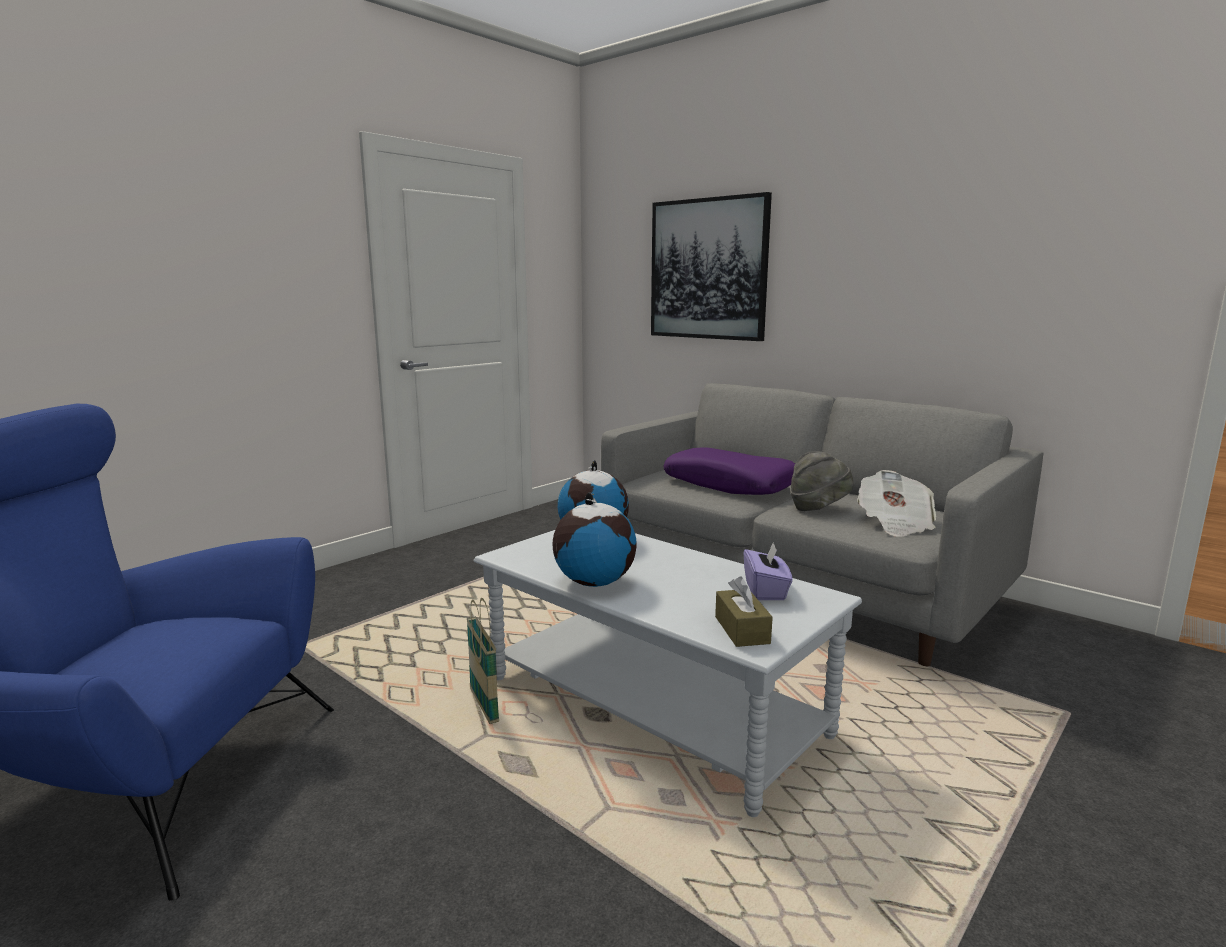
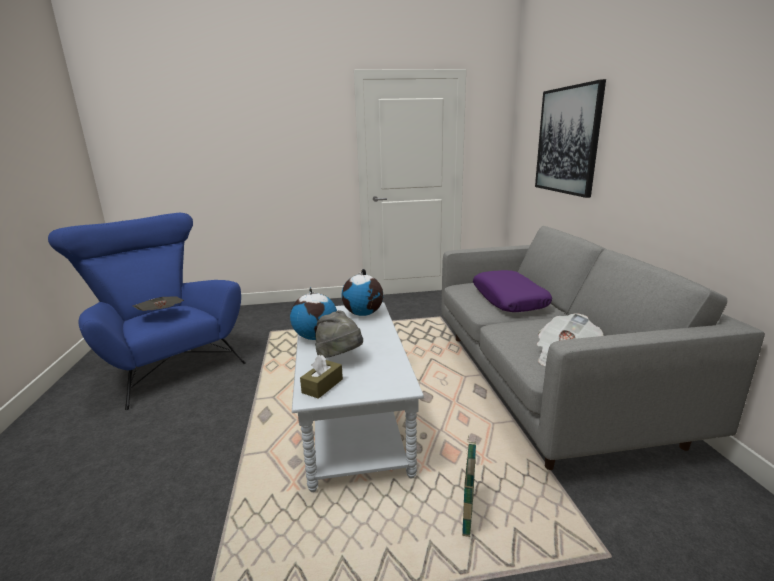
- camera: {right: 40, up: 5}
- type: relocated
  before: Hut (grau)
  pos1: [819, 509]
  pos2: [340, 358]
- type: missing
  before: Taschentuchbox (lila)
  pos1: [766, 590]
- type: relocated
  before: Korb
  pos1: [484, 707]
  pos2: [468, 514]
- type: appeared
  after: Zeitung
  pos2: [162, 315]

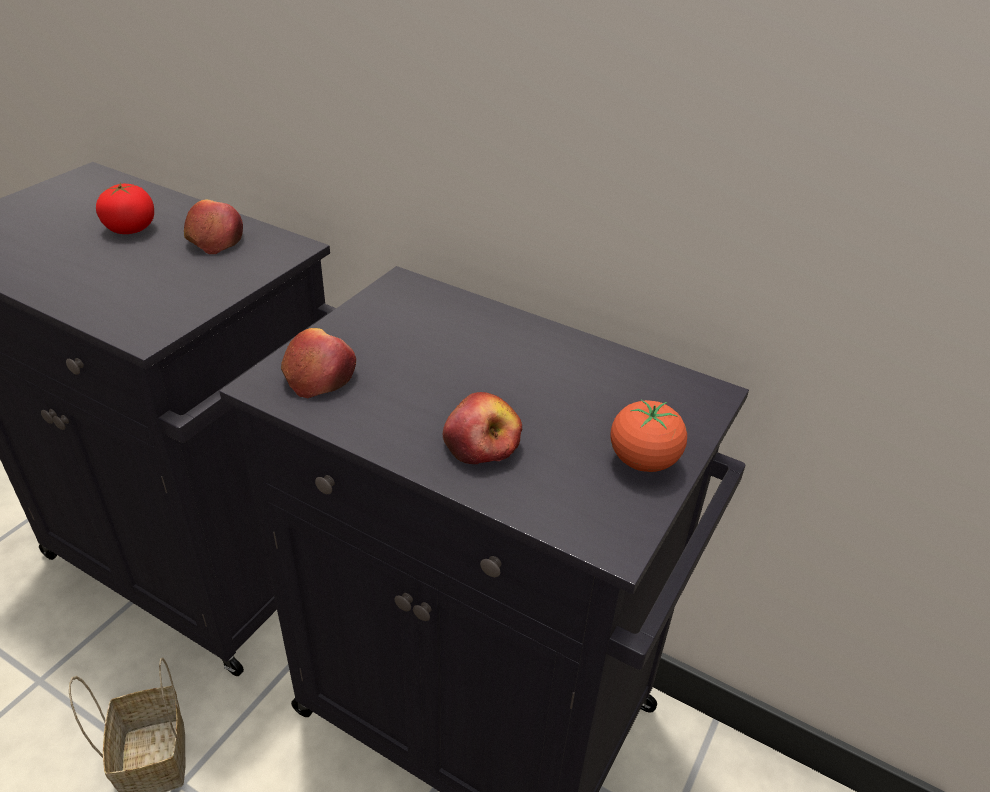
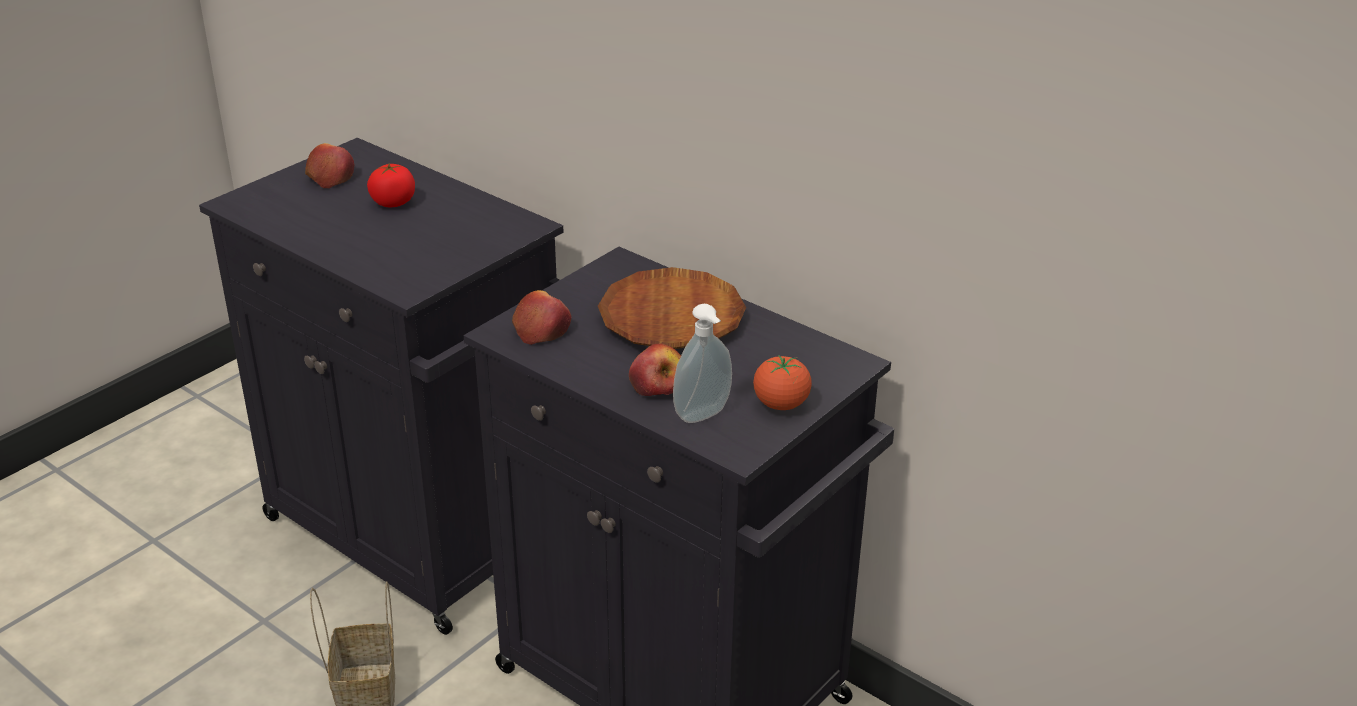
- camera: {right: 10, up: -5}
- type: relocated
  before: Apfel
  pos1: [215, 240]
  pos2: [330, 177]
- type: appeared
  after: Teller (braun)
  pos2: [671, 318]
- type: appeared
  after: Seifenspender
  pos2: [704, 416]

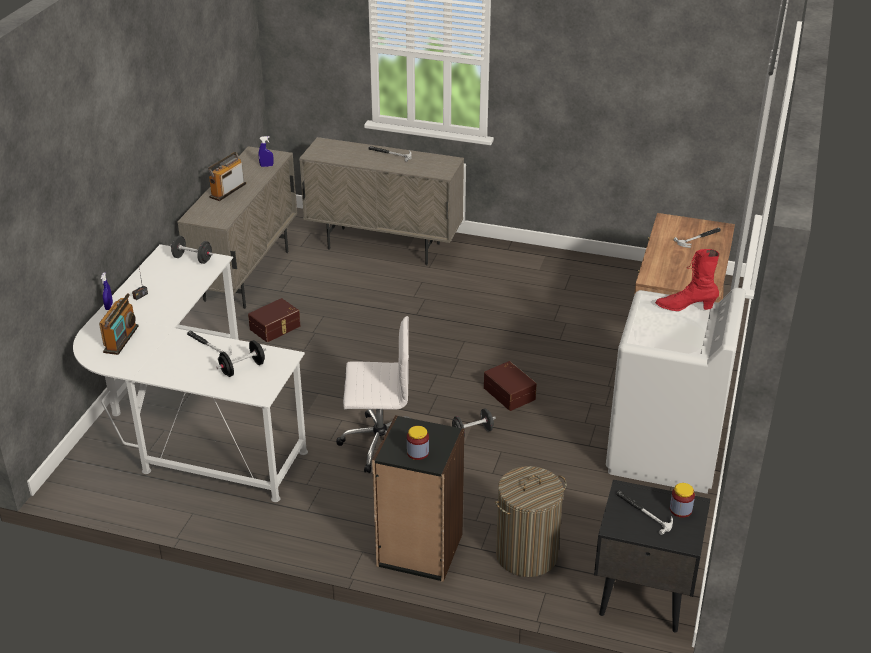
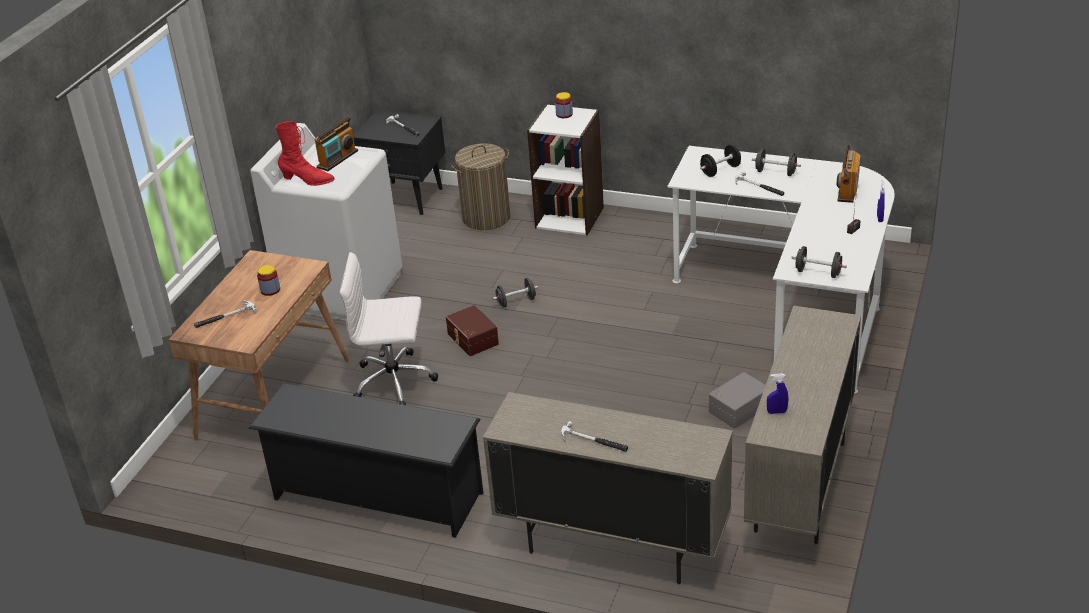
- camera: {right: -175, up: 0}
- type: relocated
  before: Radio
  pos1: [227, 190]
  pos2: [337, 159]
- type: colour
  before: Aufbewahrungsbox (braun)
  after: Aufbewahrungsbox (grau)
  pos1: [276, 328]
  pos2: [738, 408]
- type: relocated
  before: Bürostuhl (weiß)
  pos1: [378, 443]
  pos2: [395, 381]
- type: colour
  before: Bücherregal (schwarz)
  after: Bücherregal (weiß)
  pos1: [419, 550]
  pos2: [570, 217]
- type: relocated
  before: Vorratsglas
  pos1: [680, 510]
  pos2: [270, 290]
- type: appeared
  after: Hantel (schwarz)
  pos2: [775, 172]
- type: appeared
  after: Schuhregal (schwarz)
  pos2: [376, 496]

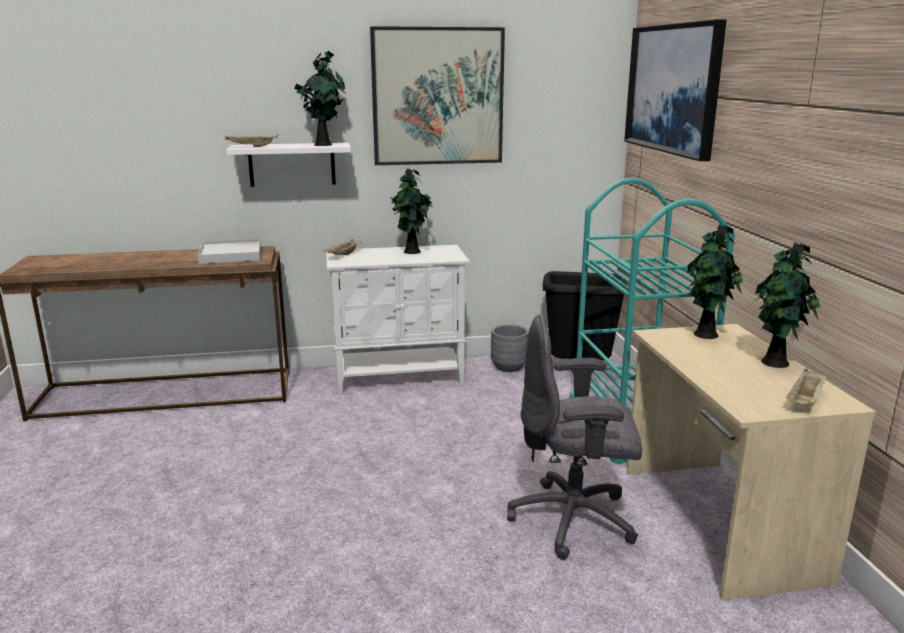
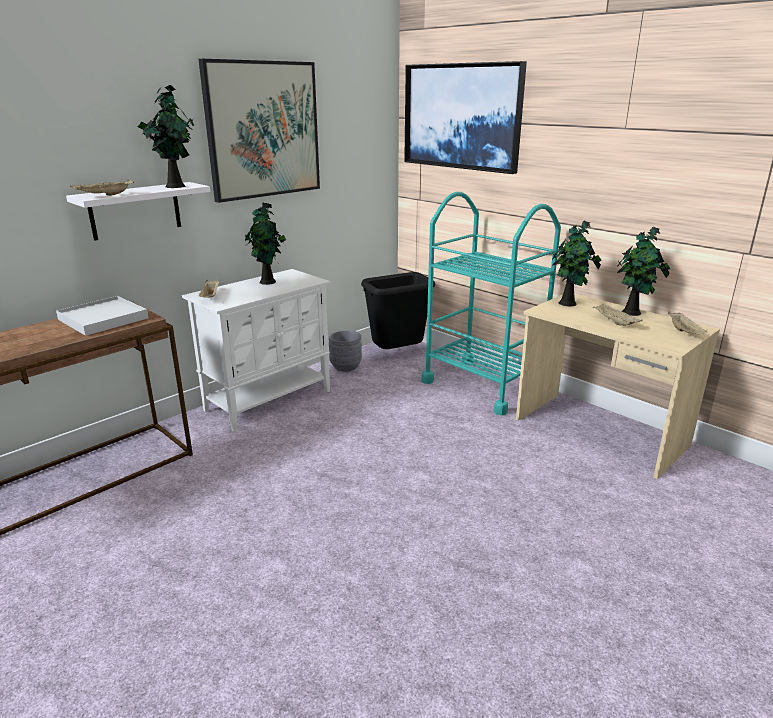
- camera: {right: -35, up: 5}
- type: missing
  before: Bürostuhl (grau)
  pos1: [574, 520]
- type: appeared
  after: Tablett (beige)
  pos2: [614, 322]

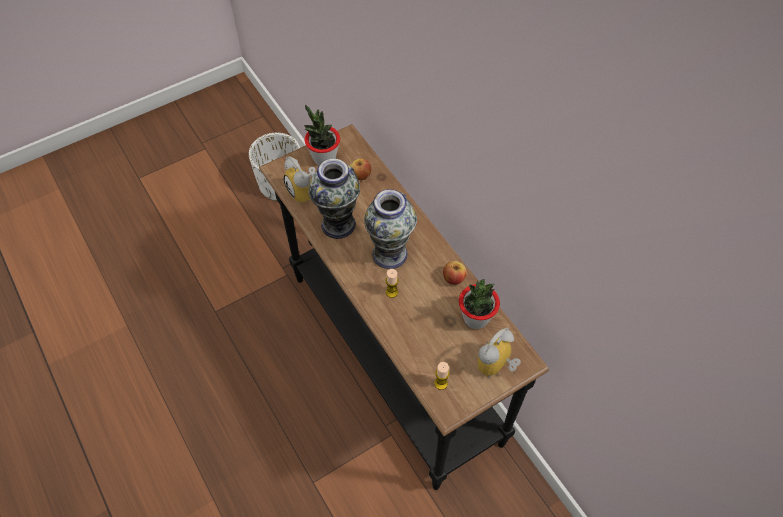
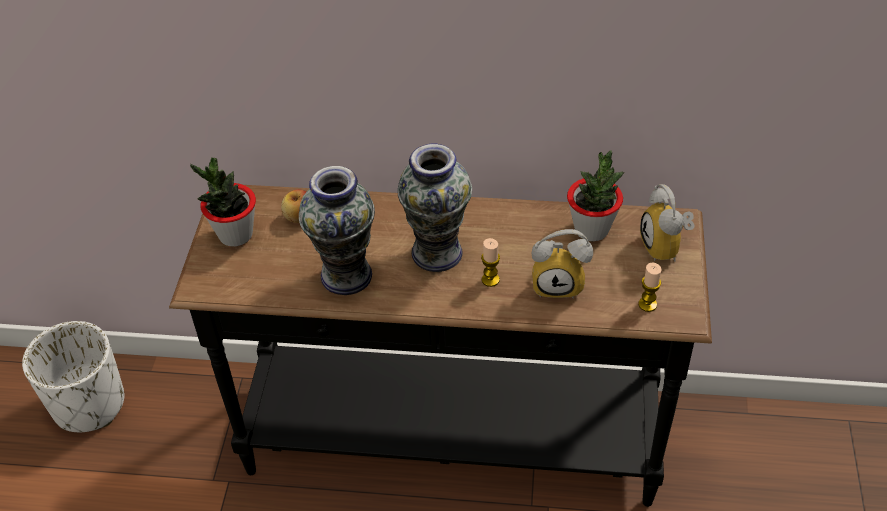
- camera: {right: -50, up: -10}
- type: relocated
  before: Wecker
  pos1: [305, 192]
  pos2: [559, 284]
- type: missing
  before: Apfel
  pos1: [453, 278]

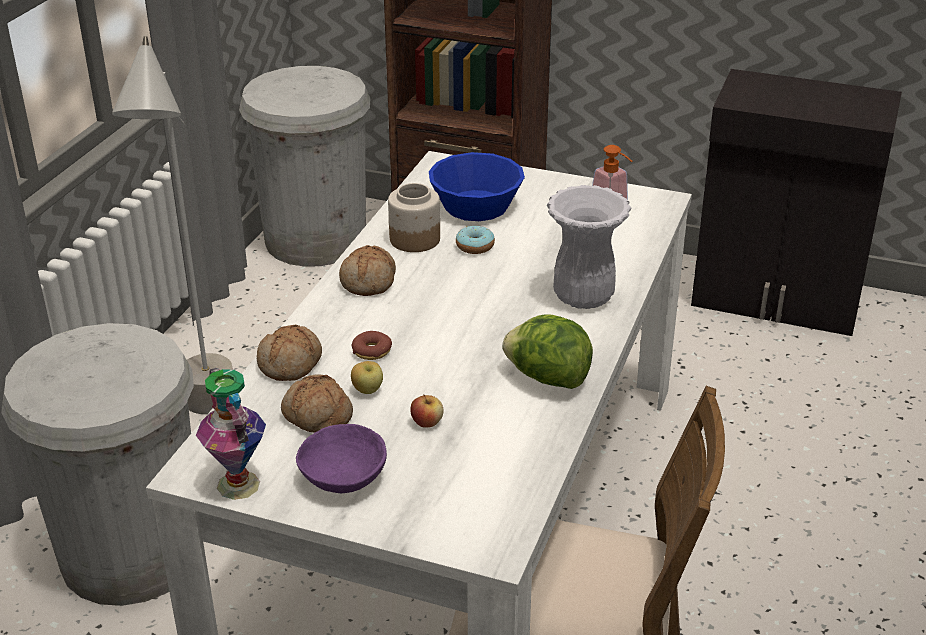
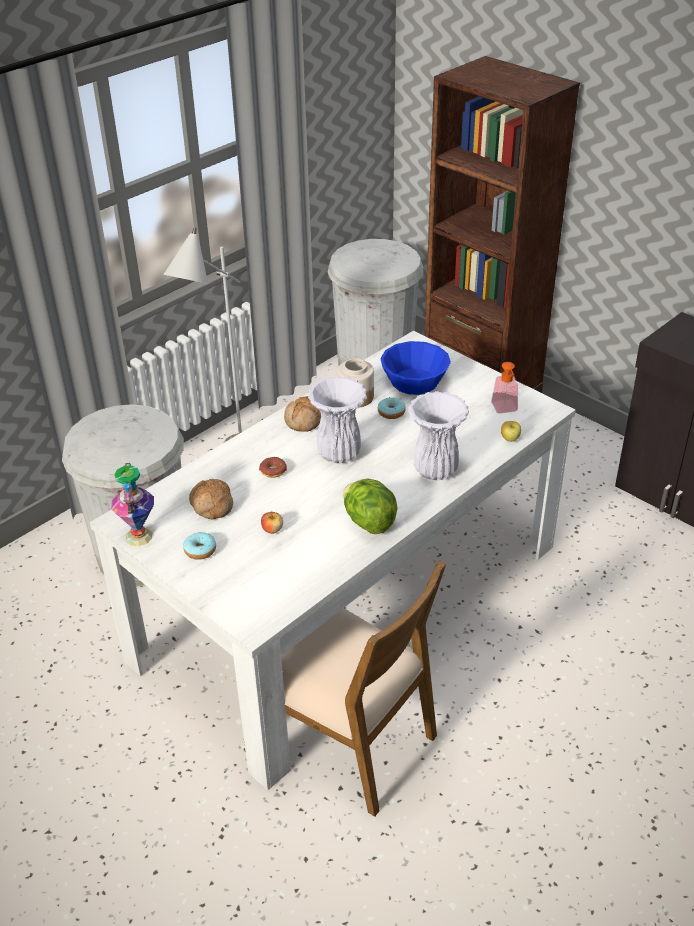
- camera: {right: 25, up: 5}
- type: missing
  before: Brot
  pos1: [291, 364]
- type: relocated
  before: Apfel
  pos1: [368, 390]
  pos2: [510, 439]
- type: exchanged
  before: Schüssel (lila)
  after: Donut
  pos1: [344, 477]
  pos2: [200, 550]
- type: appeared
  after: Vase (weiß)
  pos2: [339, 453]

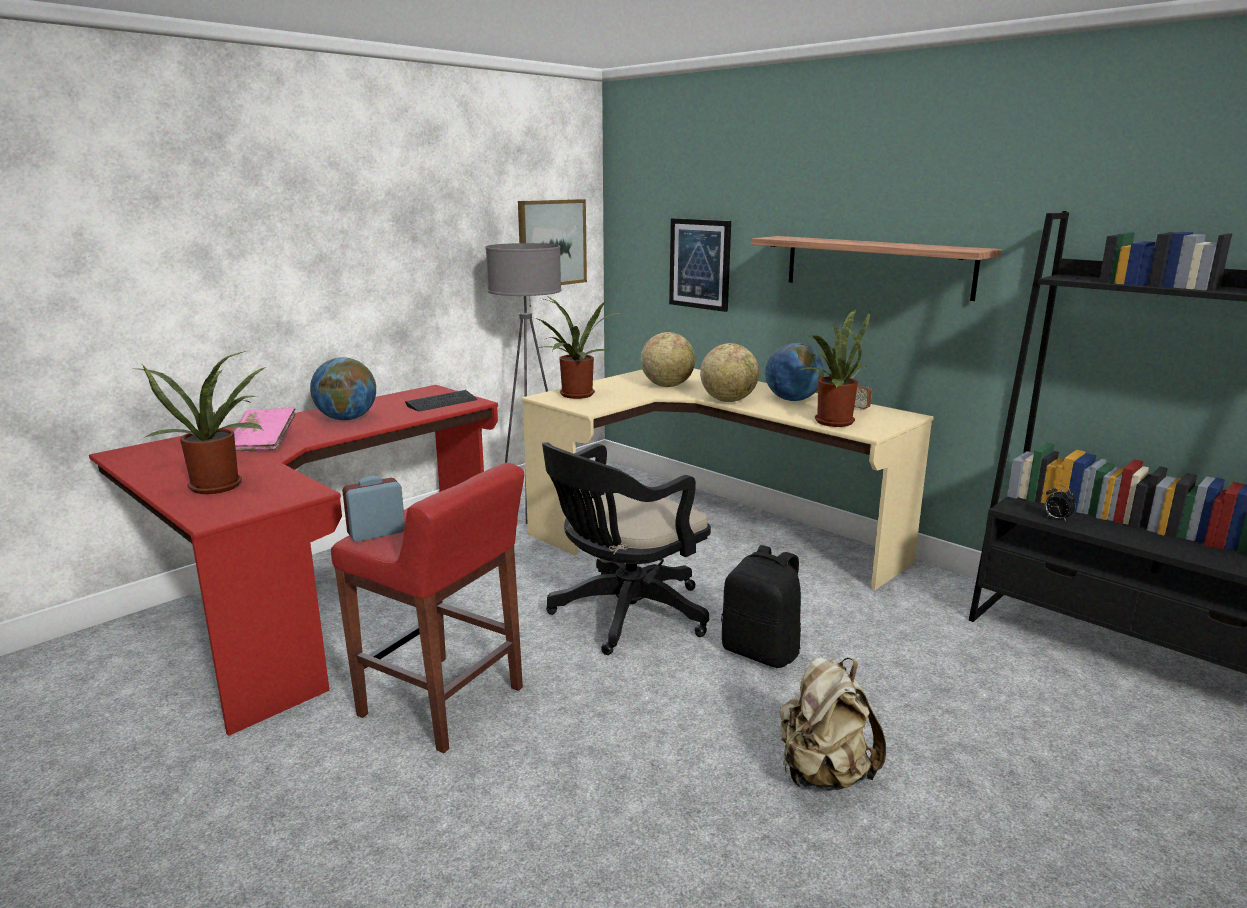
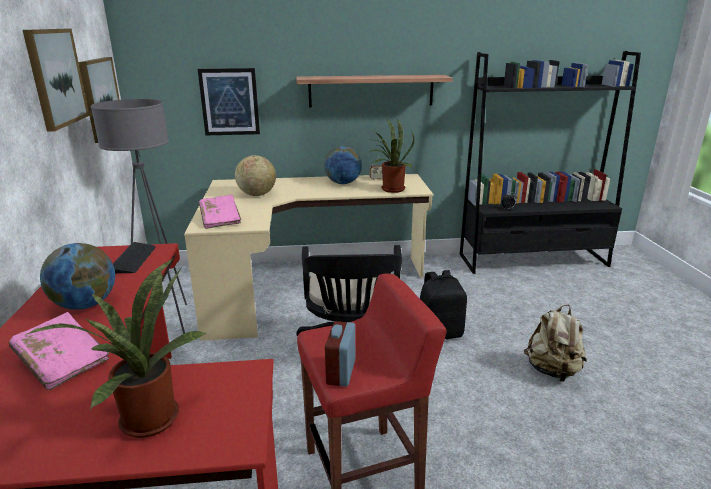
- camera: {right: -50, up: 5}
- type: exchanged
  before: Topfpflanze
  after: Buch (rosa)
  pos1: [576, 396]
  pos2: [220, 219]
- type: missing
  before: Globus
  pos1: [728, 400]
- type: appeared
  after: Bild
  pos2: [56, 77]

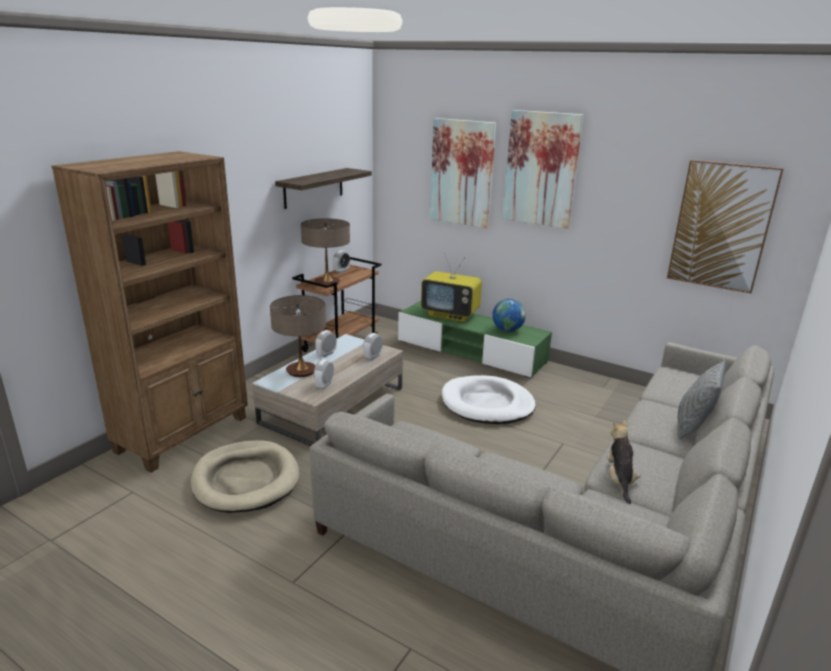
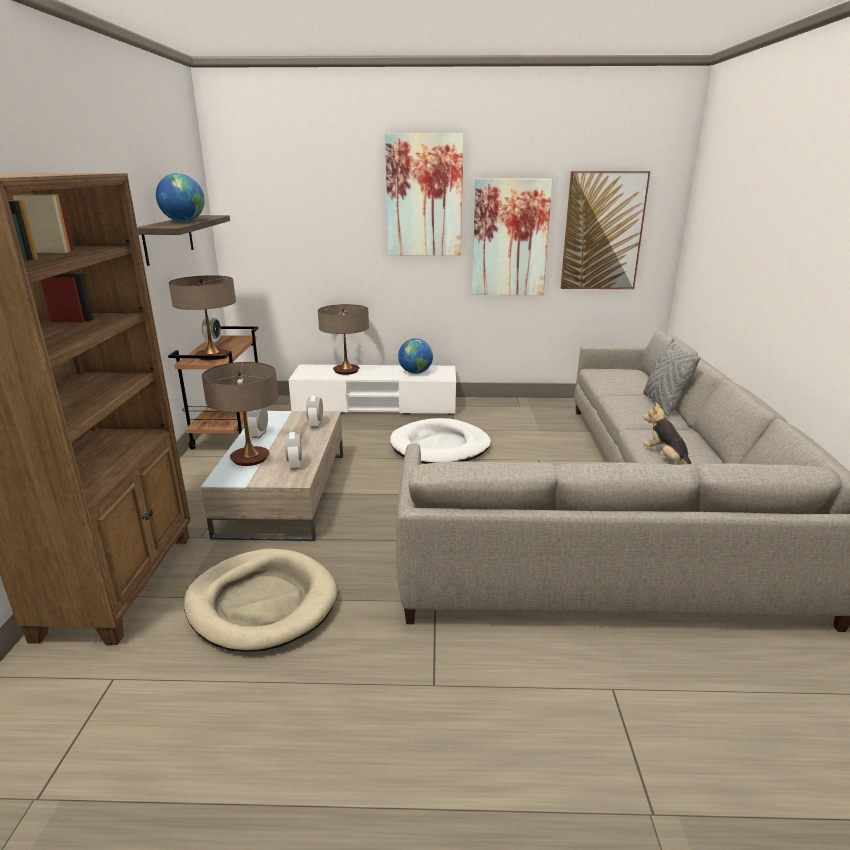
- camera: {right: -30, up: 0}
- type: relocated
  before: Bild
  pos1: [462, 173]
  pos2: [510, 238]
- type: exchanged
  before: Fernseher
  after: Tischlampe
  pos1: [451, 315]
  pos2: [346, 371]
- type: colour
  before: Fernsehschrank (grün)
  after: Fernsehschrank (weiß)
  pos1: [470, 351]
  pos2: [375, 405]
- type: appeared
  after: Globus
  pos2: [184, 221]

